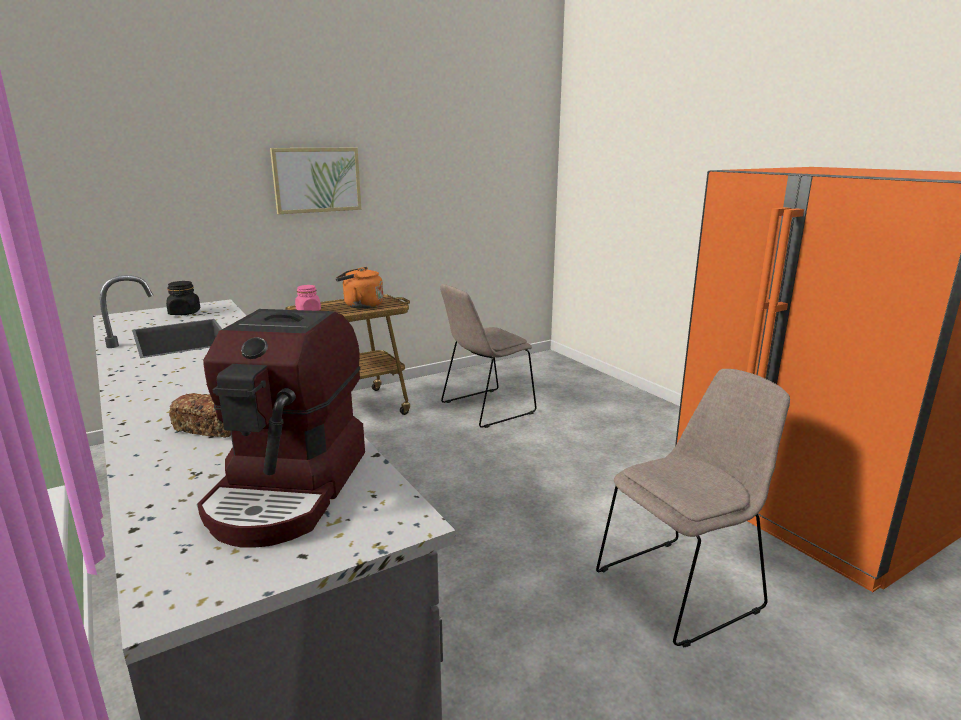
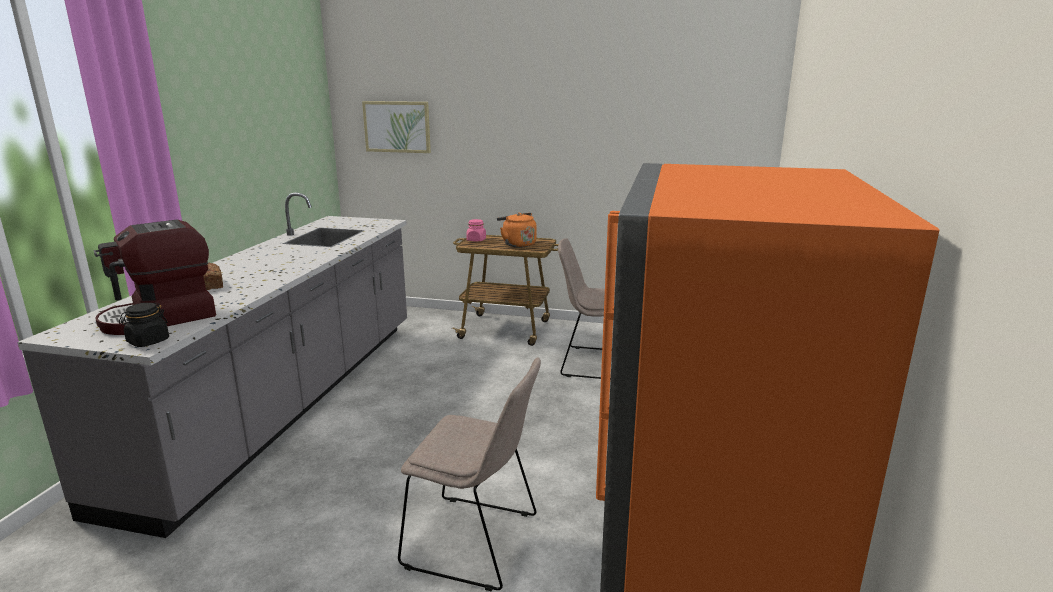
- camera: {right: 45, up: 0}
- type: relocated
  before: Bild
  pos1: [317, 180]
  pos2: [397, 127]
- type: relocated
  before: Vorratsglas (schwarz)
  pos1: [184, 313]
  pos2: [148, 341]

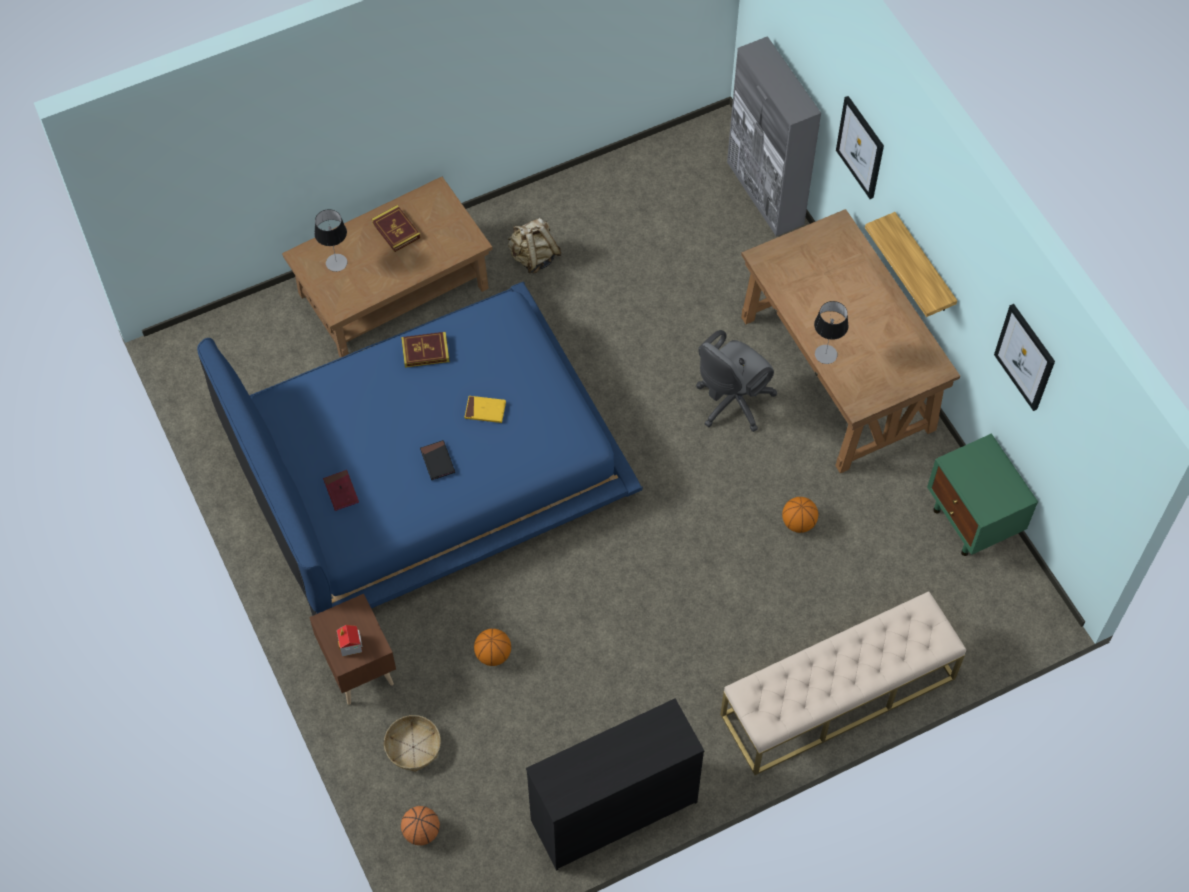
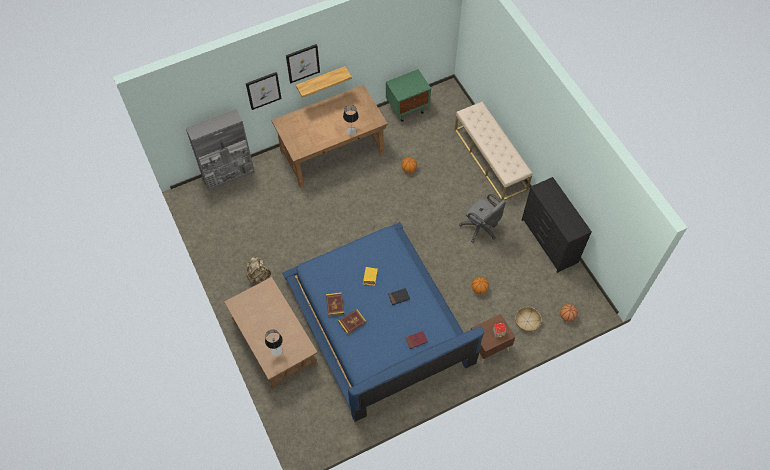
- camera: {right: -90, up: 0}
- type: relocated
  before: Buch
  pos1: [396, 230]
  pos2: [352, 322]
- type: relocated
  before: Bild
  pos1: [1025, 357]
  pos2: [302, 63]
- type: relocated
  before: Bürostuhl (grau)
  pos1: [731, 403]
  pos2: [481, 229]

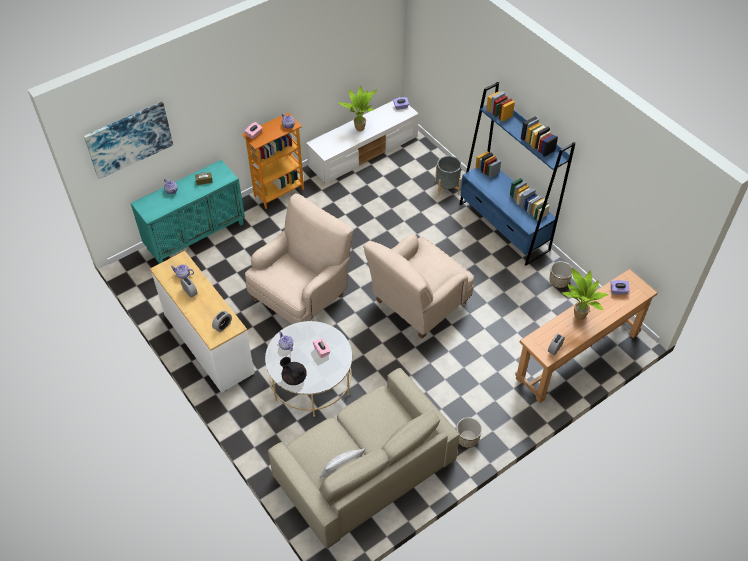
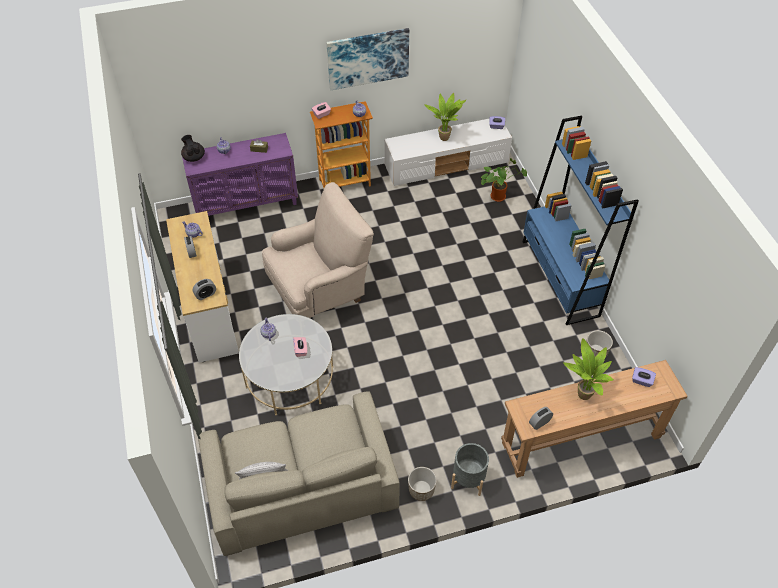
- camera: {right: 20, up: 0}
- type: relocated
  before: Bild
  pos1: [129, 139]
  pos2: [368, 58]
- type: relocated
  before: Pflanzkübel (grau)
  pos1: [447, 187]
  pos2: [468, 479]
- type: colour
  before: Schrank (türkis)
  after: Schrank (lila)
  pos1: [196, 235]
  pos2: [247, 203]
- type: missing
  before: Sessel (beige)
  pos1: [417, 305]
- type: relocated
  before: Teekanne (schwarz)
  pos1: [294, 377]
  pos2: [194, 157]
- type: appeared
  after: Topfpflanze
  pos2: [499, 196]

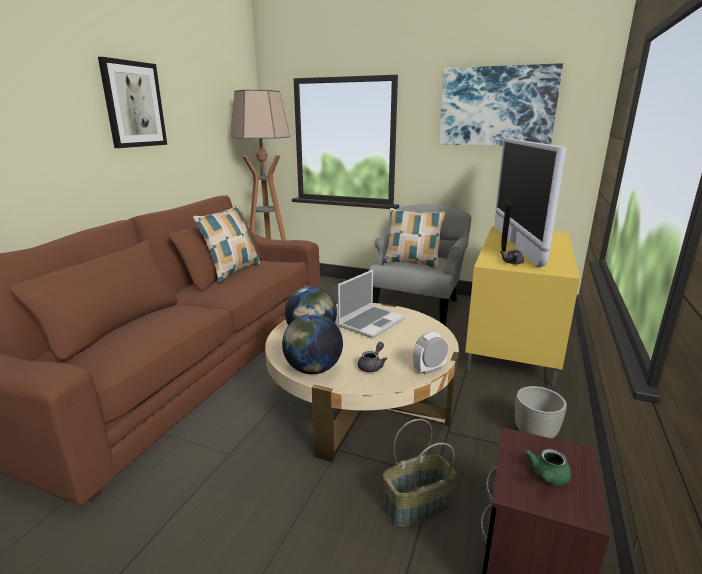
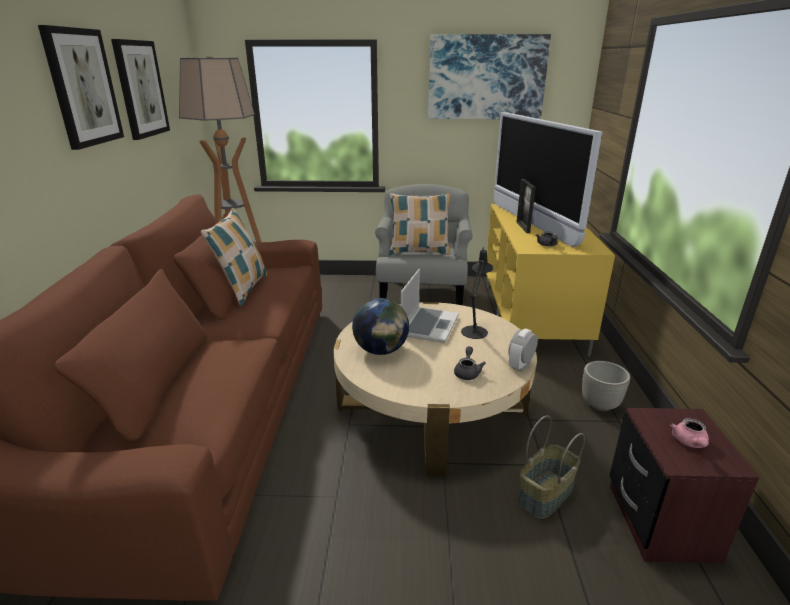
- camera: {right: -20, up: 5}
- type: missing
  before: Globus
  pos1: [313, 369]
- type: colour
  before: Teekanne (grün)
  after: Teekanne (rosa)
  pos1: [547, 477]
  pos2: [689, 443]
- type: appeared
  after: Bild
  pos2: [140, 89]
- type: appeared
  after: Tischlampe (schwarz)
  pos2: [475, 330]

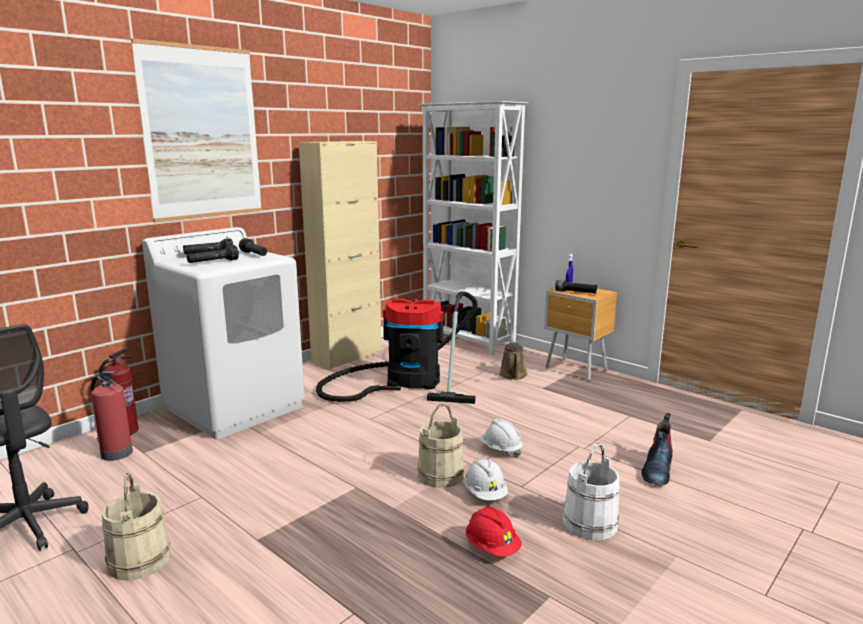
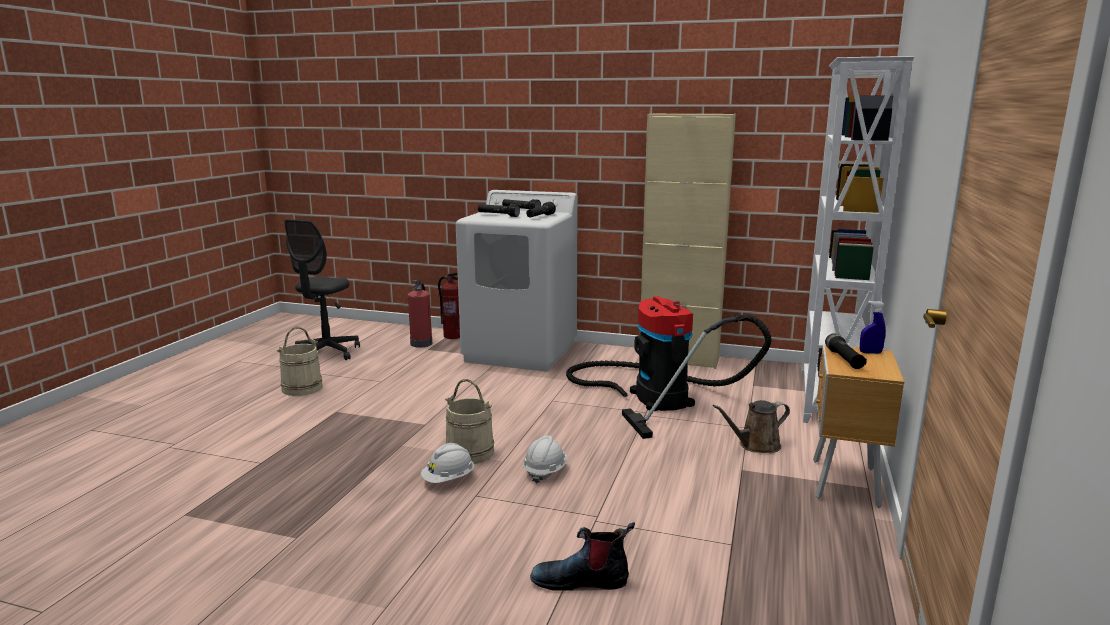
- camera: {right: 65, up: 0}
- type: missing
  before: Bild
  pos1: [202, 133]
- type: missing
  before: Eimer (weiß)
  pos1: [590, 523]
- type: missing
  before: Schutzhelm (rot)
  pos1: [492, 547]

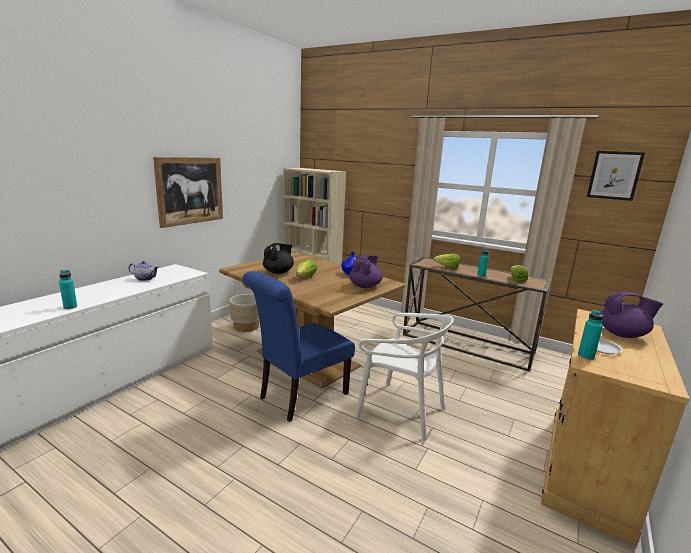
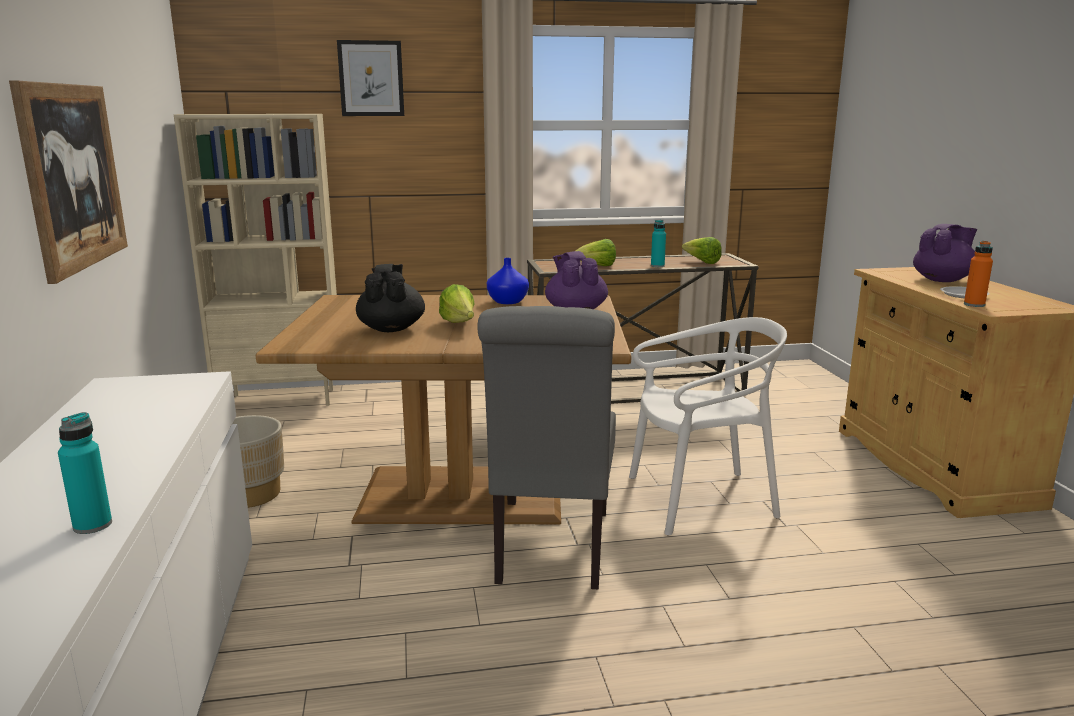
- camera: {right: -40, up: 0}
- type: relocated
  before: Bild
  pos1: [614, 175]
  pos2: [371, 78]
- type: missing
  before: Teekanne
  pos1: [145, 278]
- type: colour
  before: Stuhl (blau)
  after: Stuhl (grau)
  pos1: [299, 397]
  pos2: [551, 551]
- type: colour
  before: Flasche (türkis)
  after: Flasche (orange)
  pos1: [586, 356]
  pos2: [974, 305]

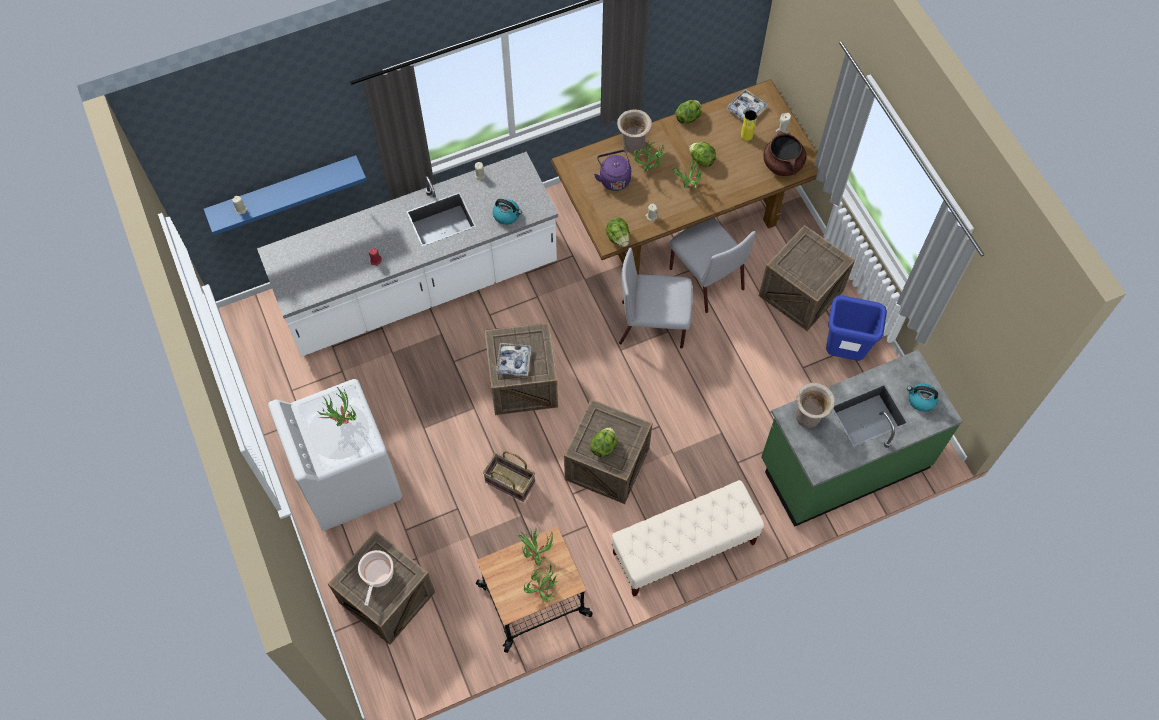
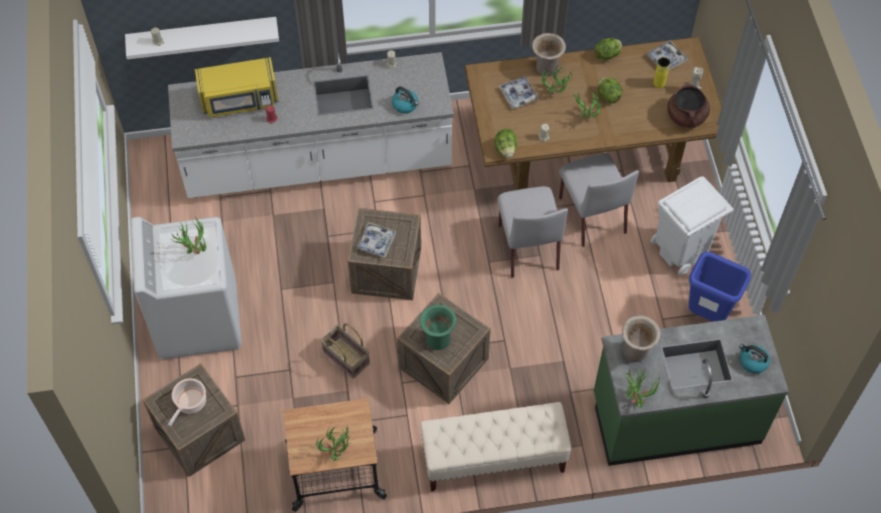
- camera: {right: 15, up: -5}
- type: exchanged
  before: Wasserkessel (lila)
  after: Tablett
  pos1: [614, 178]
  pos2: [518, 95]
- type: colour
  before: Wandregal (blau)
  after: Wandregal (weiß)
  pos1: [283, 190]
  pos2: [203, 35]
- type: exchanged
  before: Kiste
  after: Mülleimer (weiß)
  pos1: [801, 293]
  pos2: [681, 249]
- type: spun
  before: Stuhl (grau)
  pos1: [653, 324]
  pos2: [528, 246]
  turn: -120
- type: exchanged
  before: Salatkopf
  after: Vase (grün)
  pos1: [604, 446]
  pos2: [437, 338]
- type: relocated
  before: Topfpflanze
  pos1: [535, 552]
  pos2: [636, 397]
- type: appeared
  after: Mikrowelle (gelb)
  pos2: [240, 100]

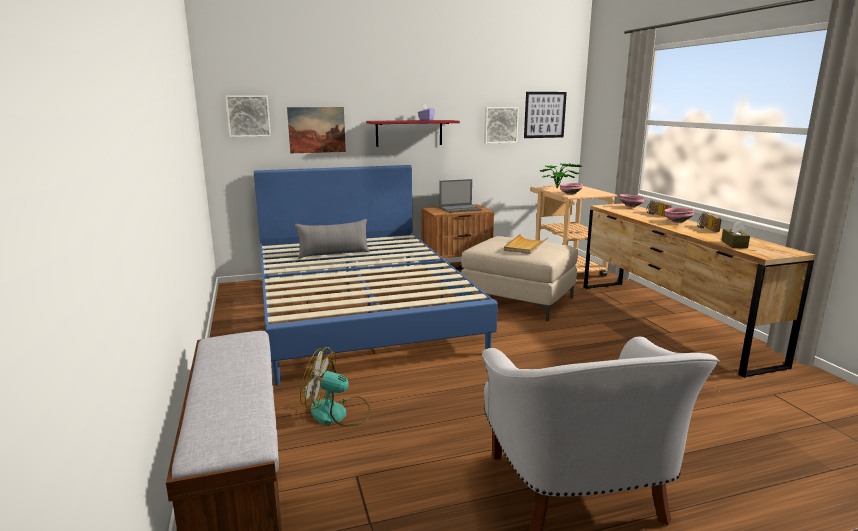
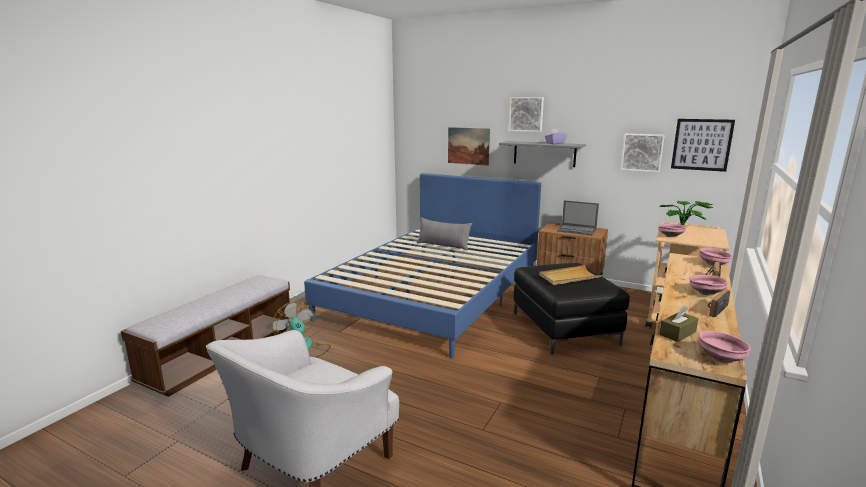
- camera: {right: 45, up: 0}
- type: relocated
  before: Bild
  pos1: [248, 116]
  pos2: [526, 114]
- type: colour
  before: Wandregal (rot)
  after: Wandregal (grau)
  pos1: [409, 133]
  pos2: [544, 153]
- type: colour
  before: Polsterhocker (beige)
  after: Polsterhocker (schwarz)
  pos1: [517, 300]
  pos2: [563, 328]
- type: appeared
  after: Schüssel (rosa)
  pos2: [721, 359]

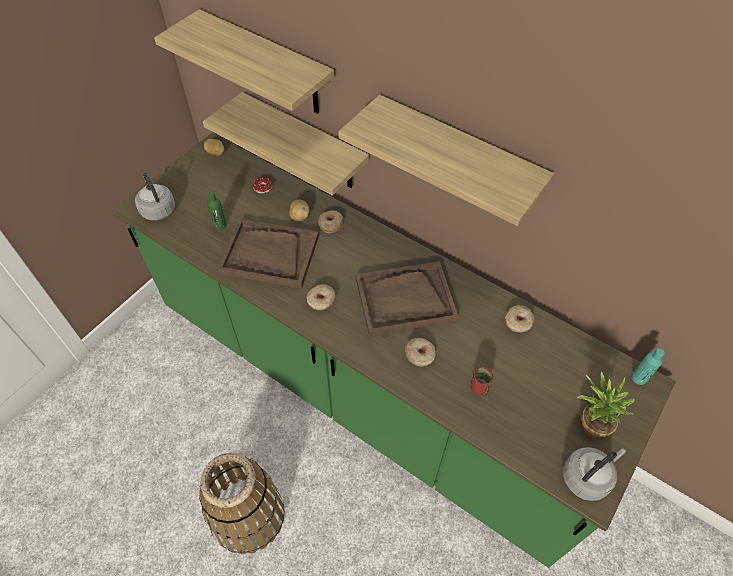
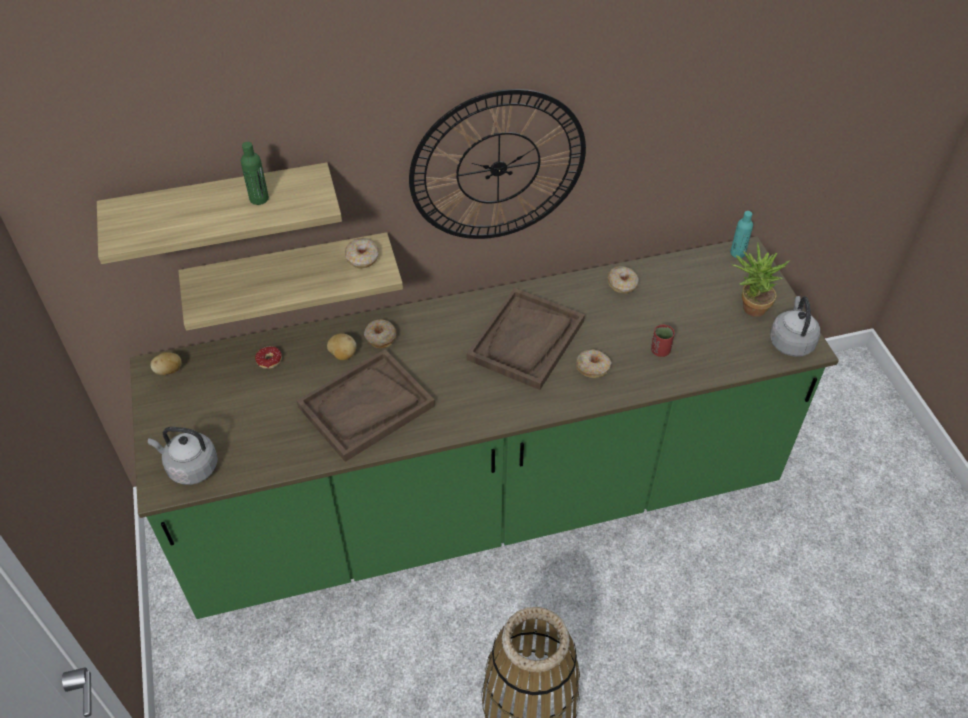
- camera: {right: -50, up: -5}
- type: exchanged
  before: Wandregal
  after: Wanduhr
  pos1: [457, 157]
  pos2: [498, 168]
- type: relocated
  before: Flasche (grün)
  pos1: [220, 225]
  pos2: [259, 199]
- type: relocated
  before: Donut
  pos1: [321, 301]
  pos2: [362, 258]

